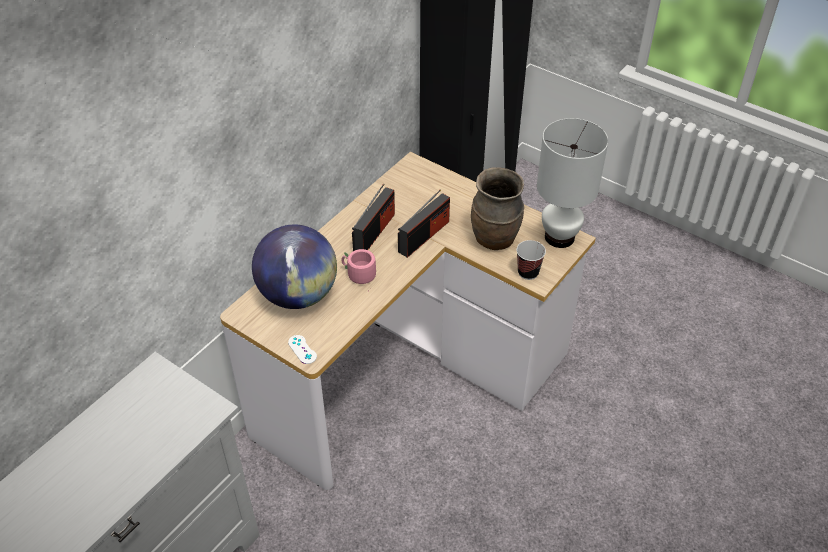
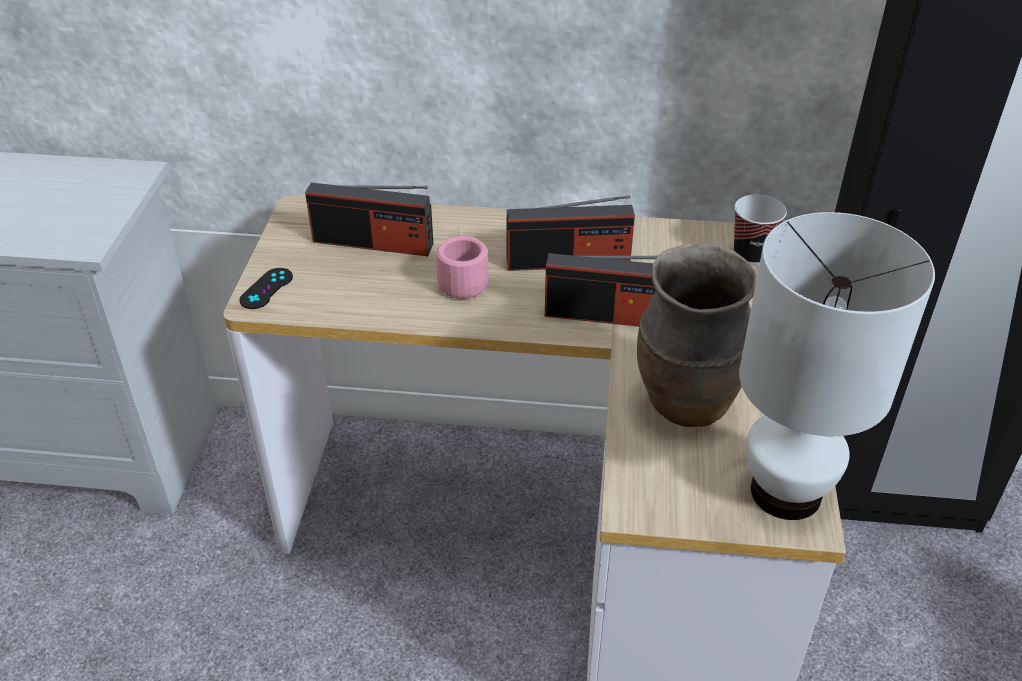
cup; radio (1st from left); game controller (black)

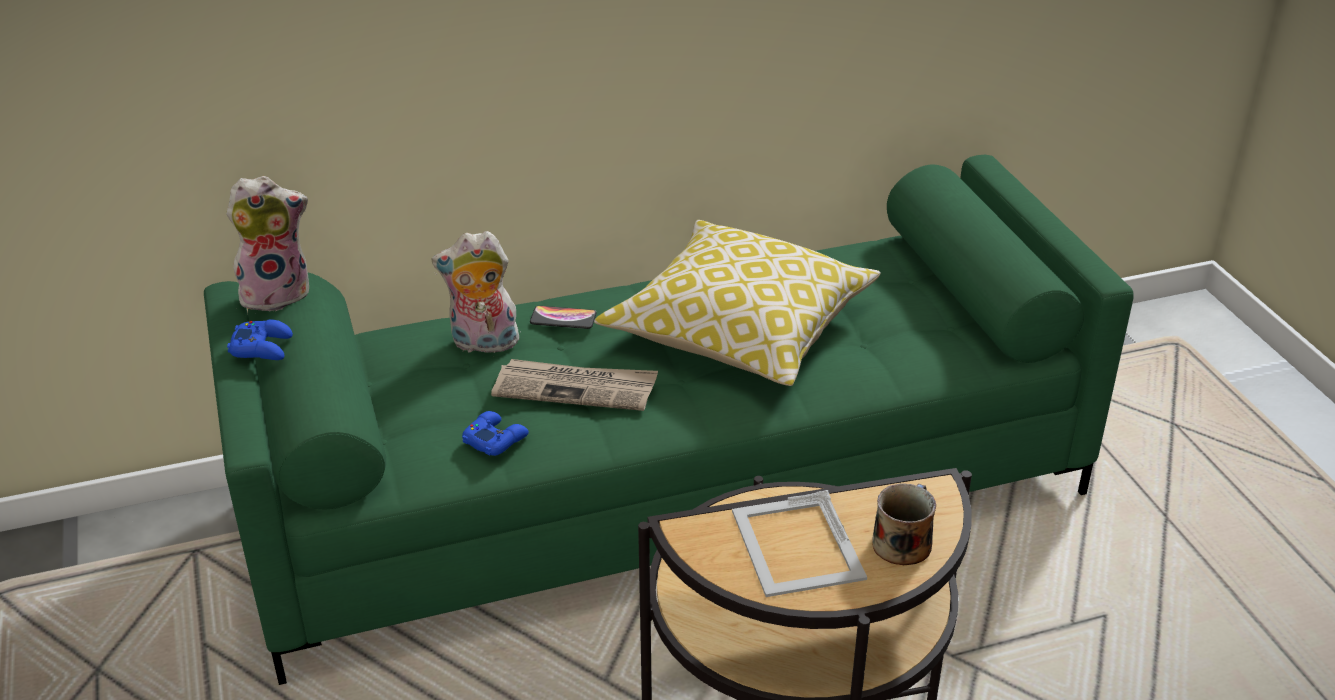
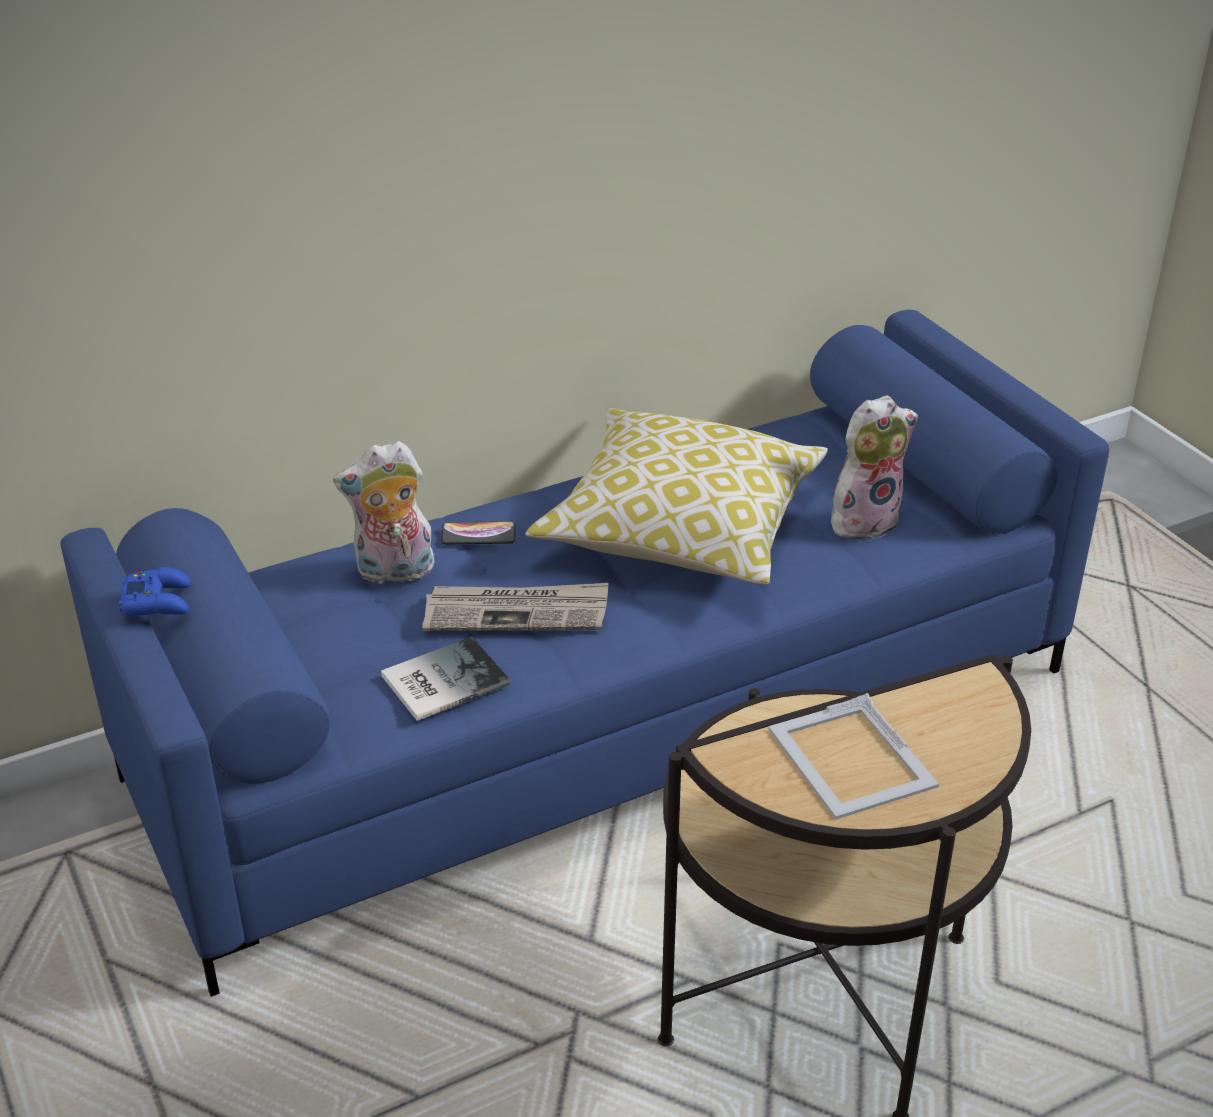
mug; plush toy (2nd from left); book; sofa (blue)

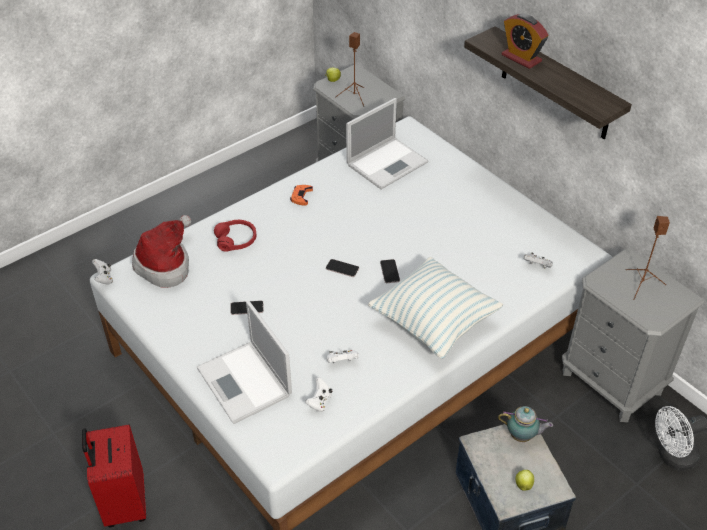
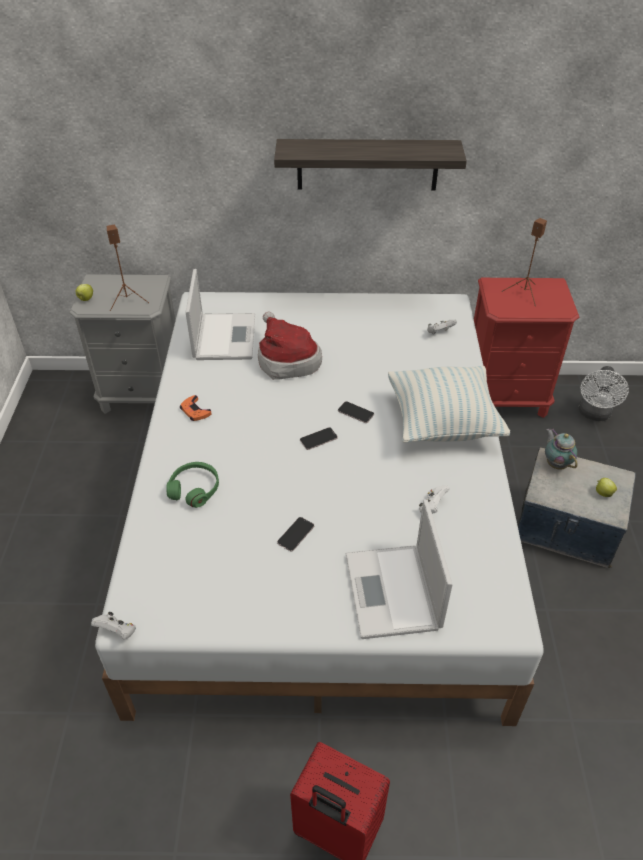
game controller (white) (2nd from left in the first image); alarm clock; hat; headphones (green); nightstand (red); laptop (2nd from left); teapot

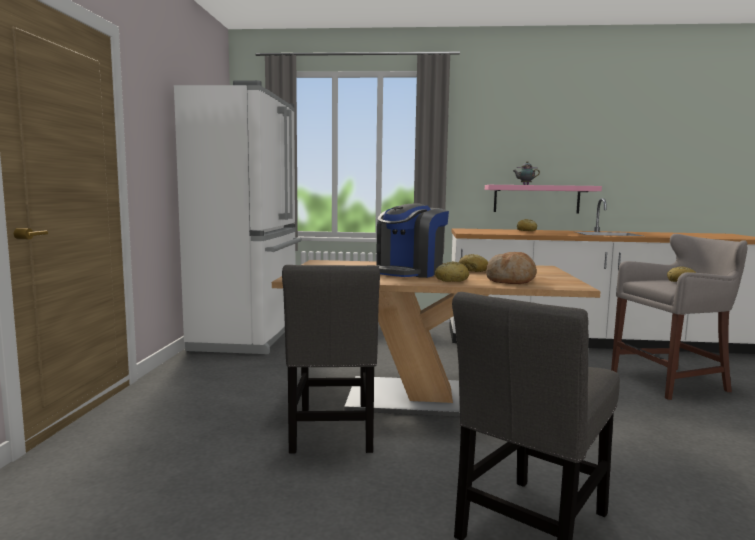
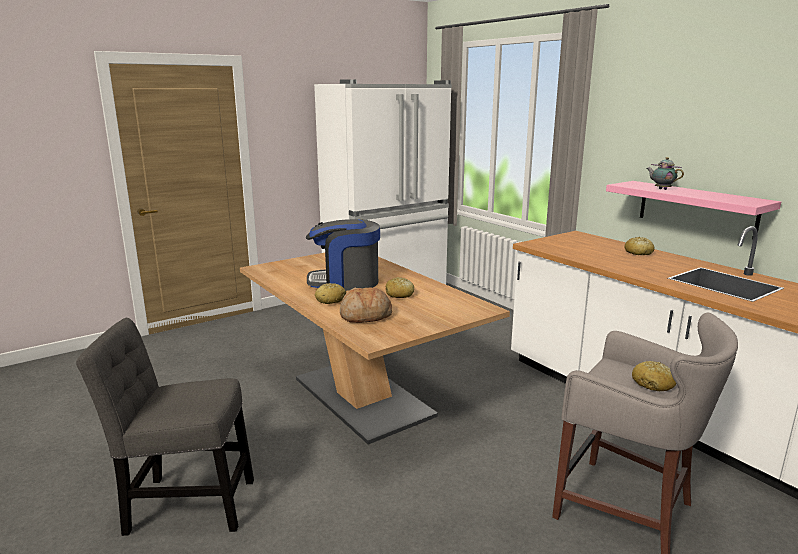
chair (grey) (1st from left in the first image)

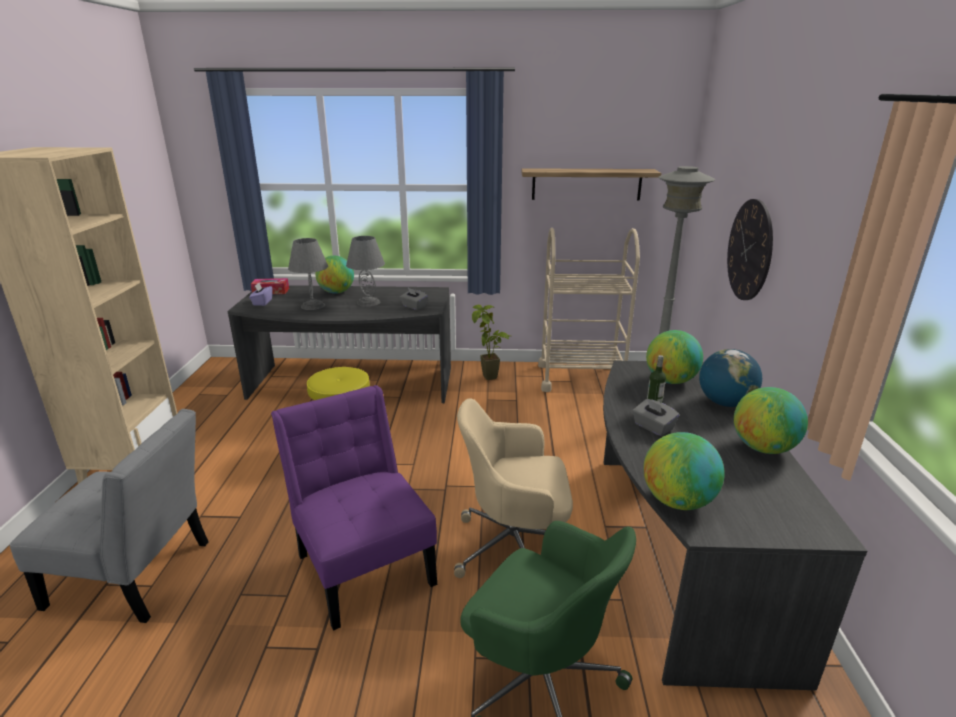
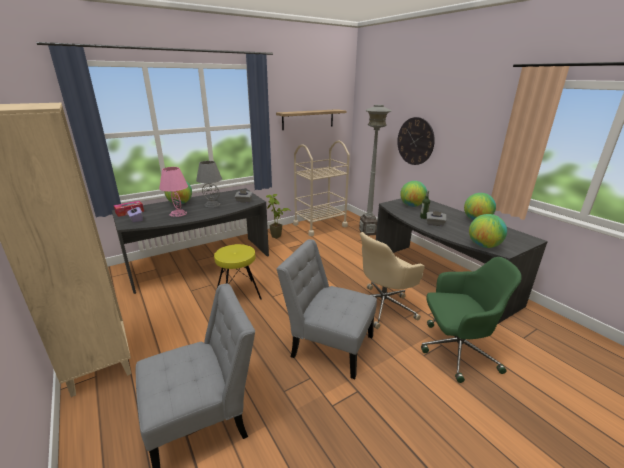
globe (4th from left in the first image); chair (grey) (2nd from left); table lamp (pink)

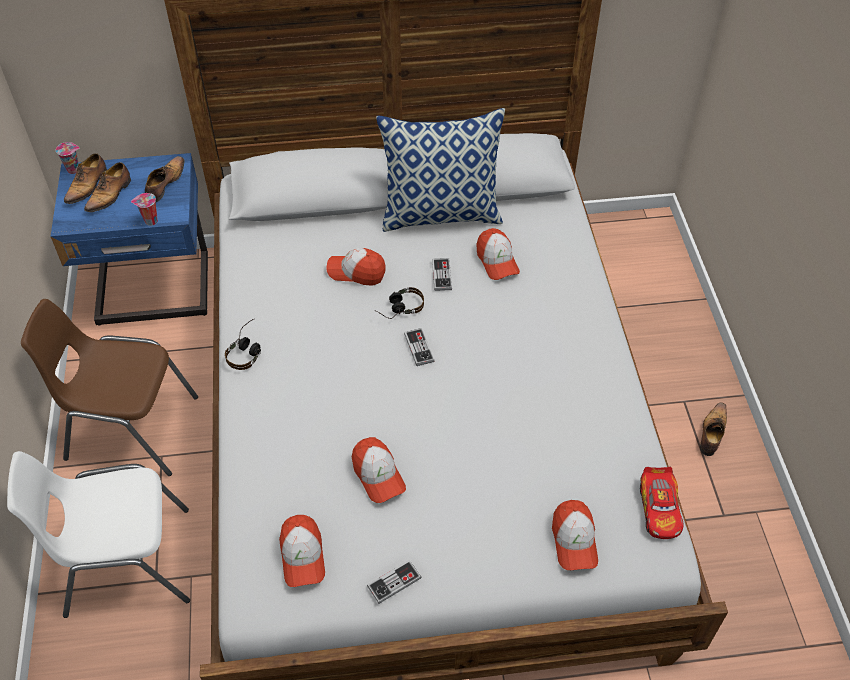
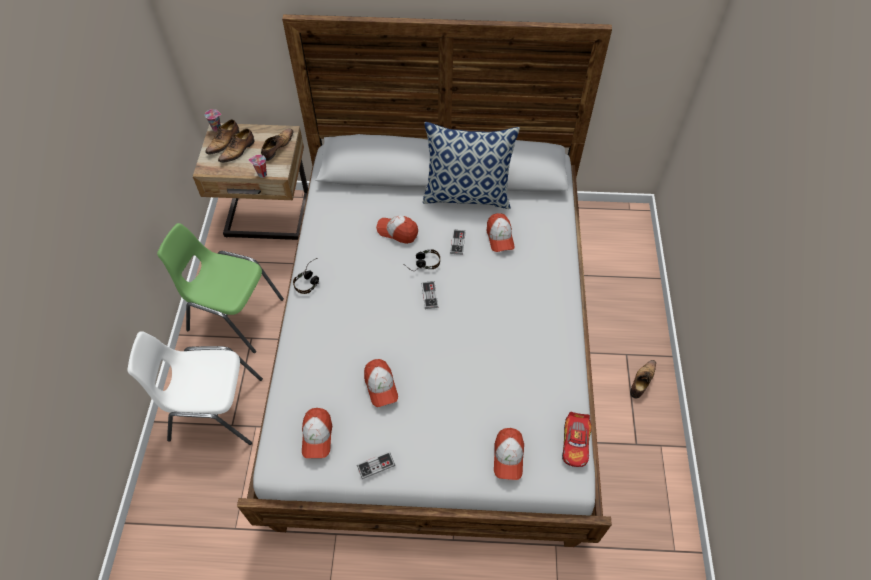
chair (green); nightstand (beige)

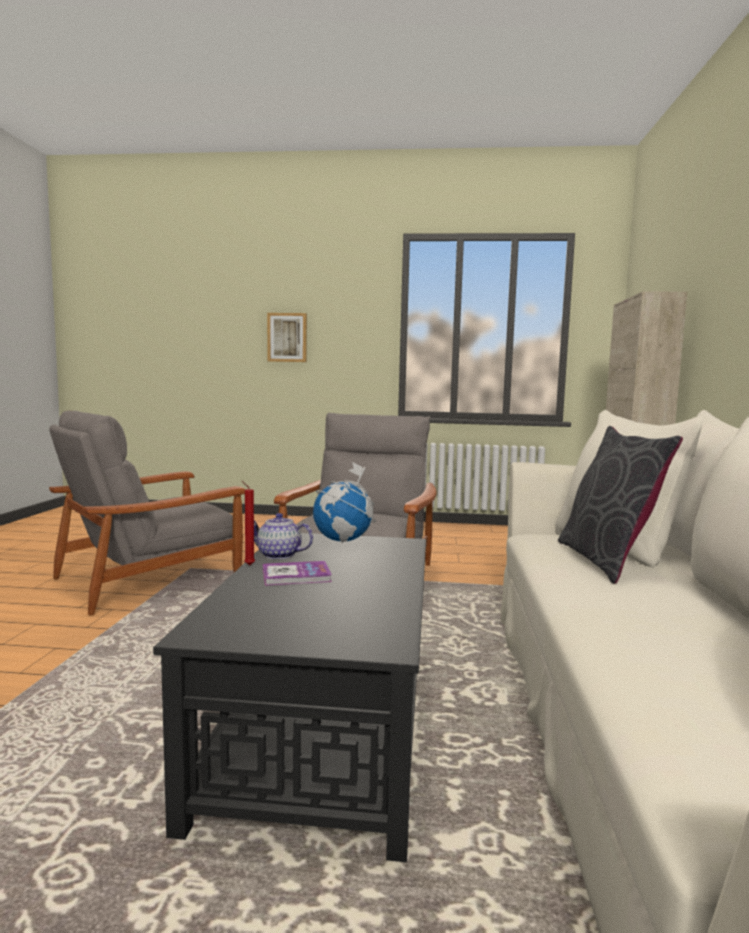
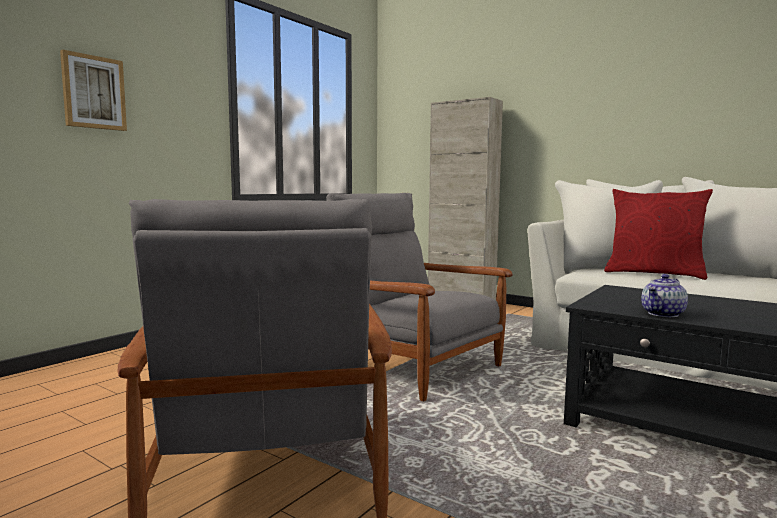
candle (red); book; globe; pillow (red)

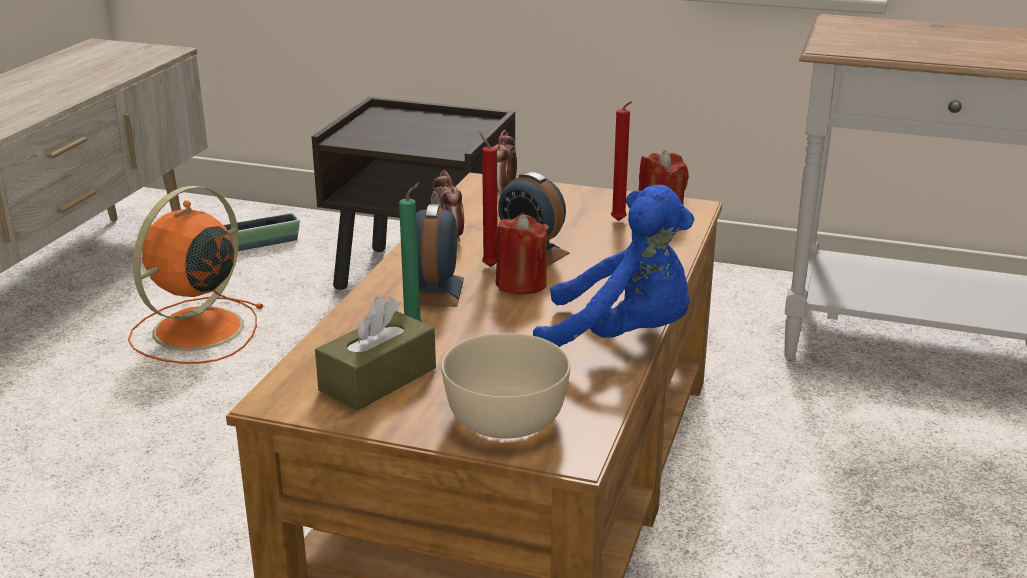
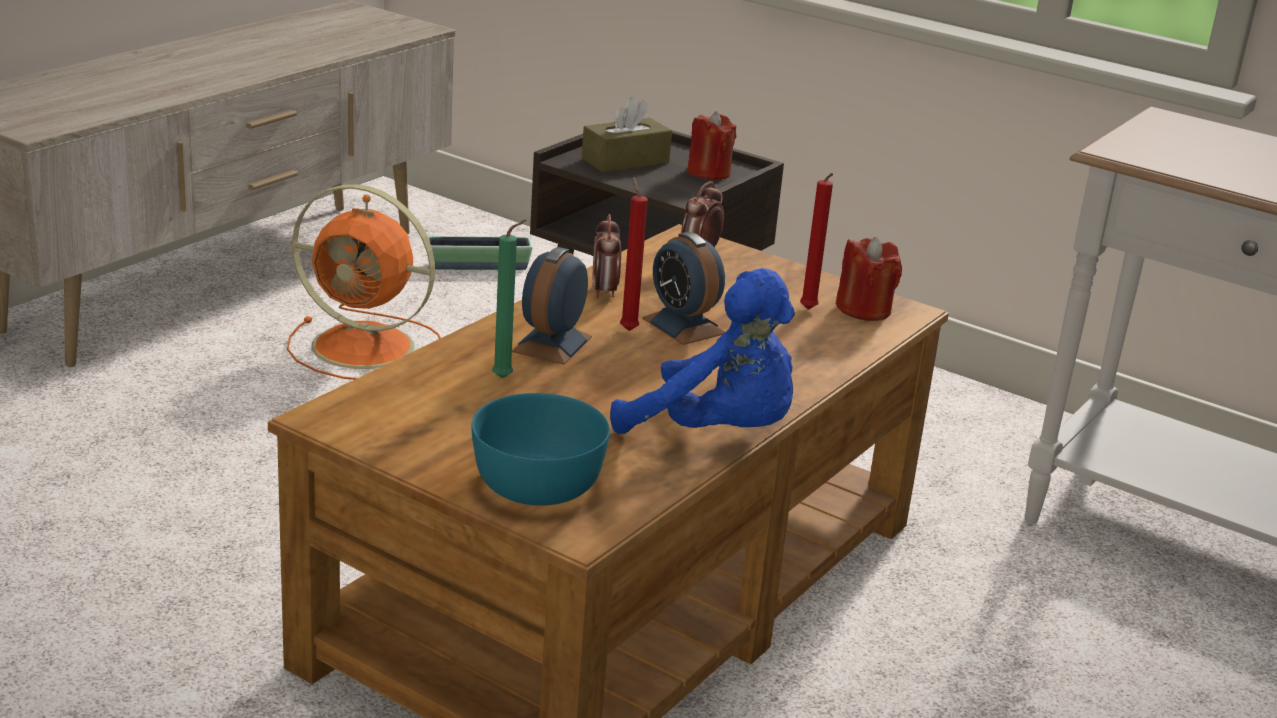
tissue box (brown); candle (red) (2nd from left); bowl (turquoise); fan (orange)

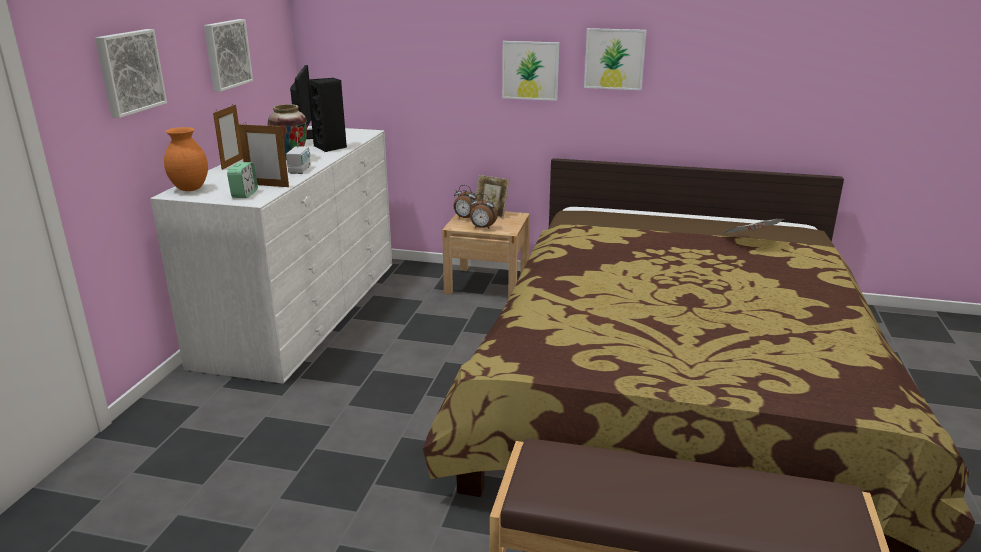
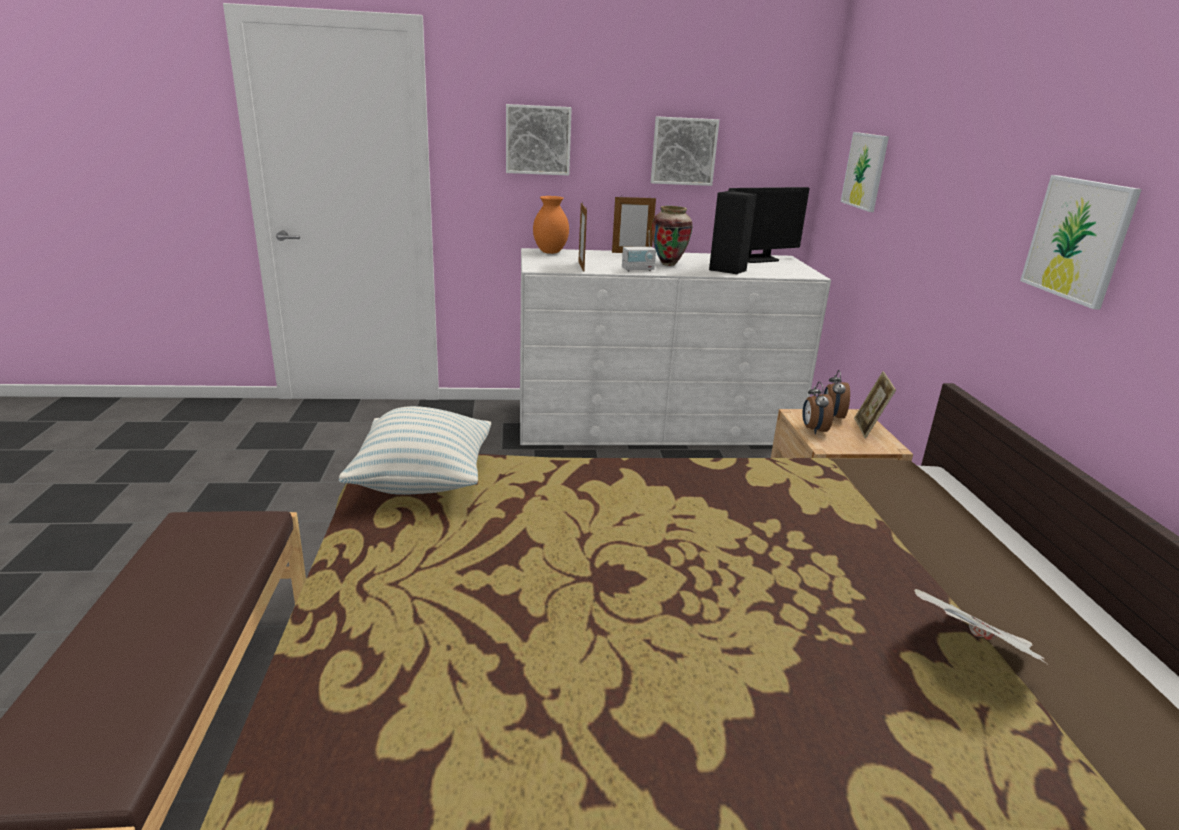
alarm clock (1st from left in the first image); pillow; picture (3rd from left)

